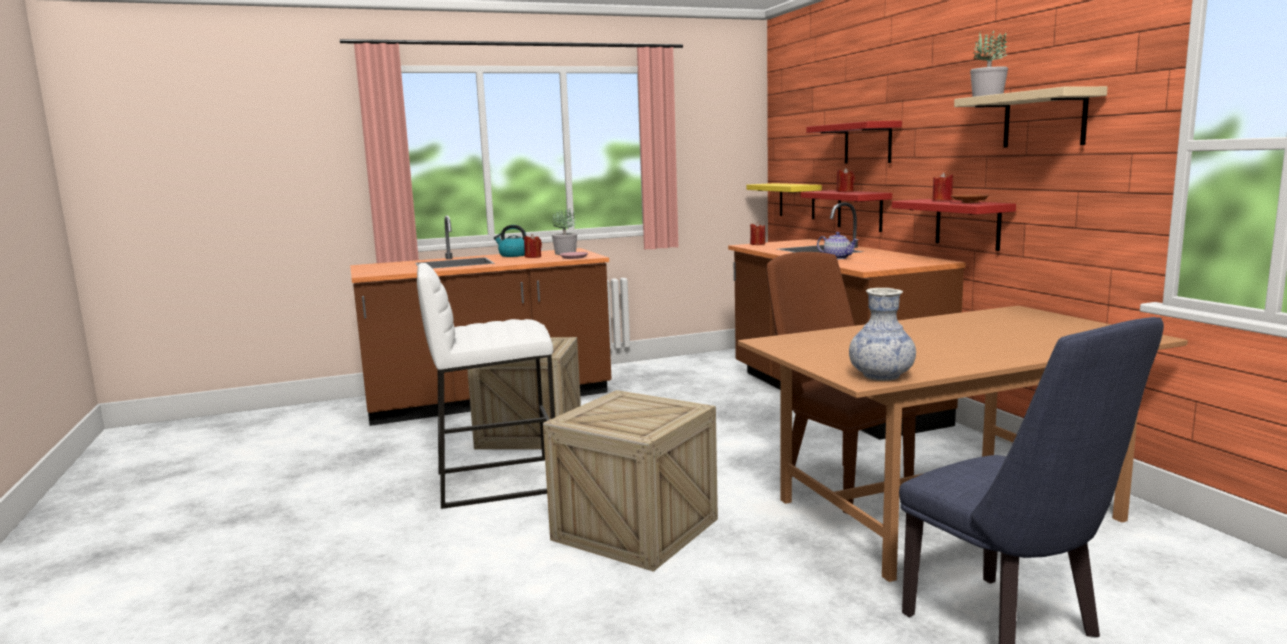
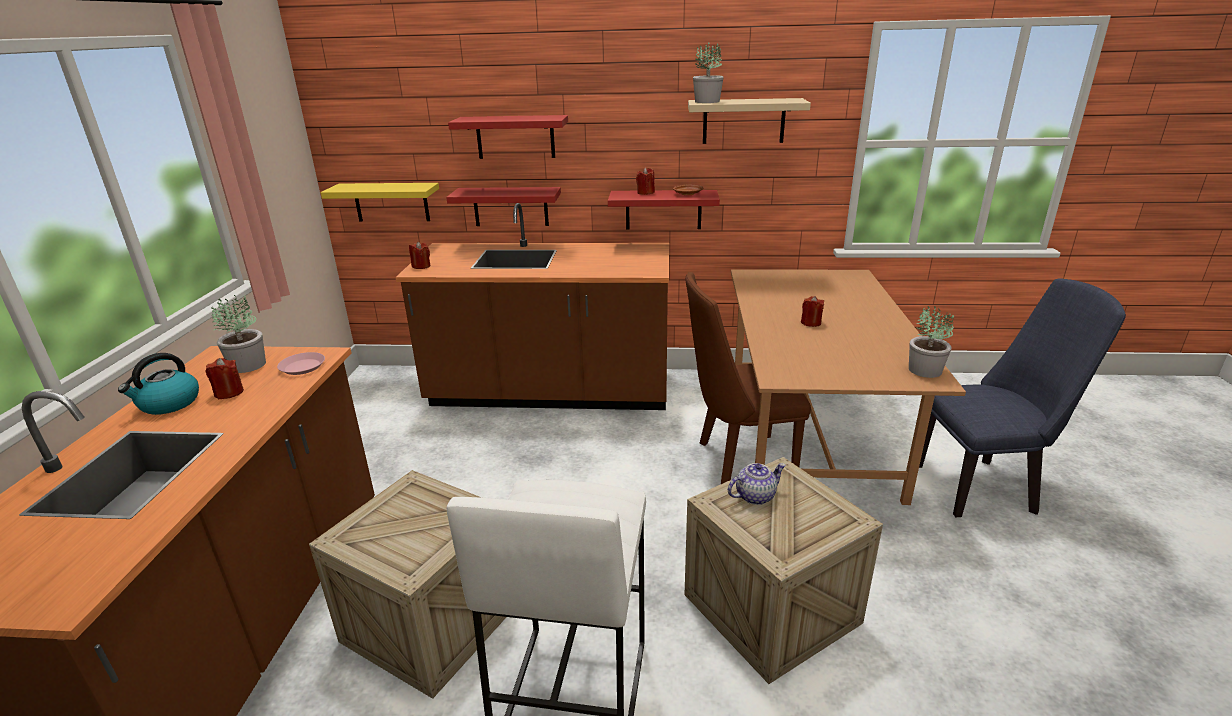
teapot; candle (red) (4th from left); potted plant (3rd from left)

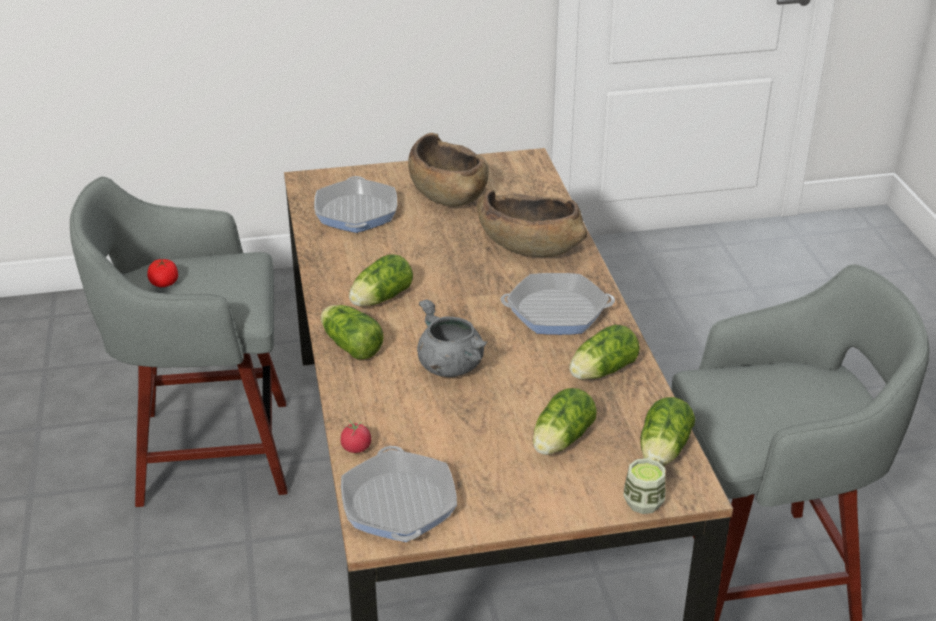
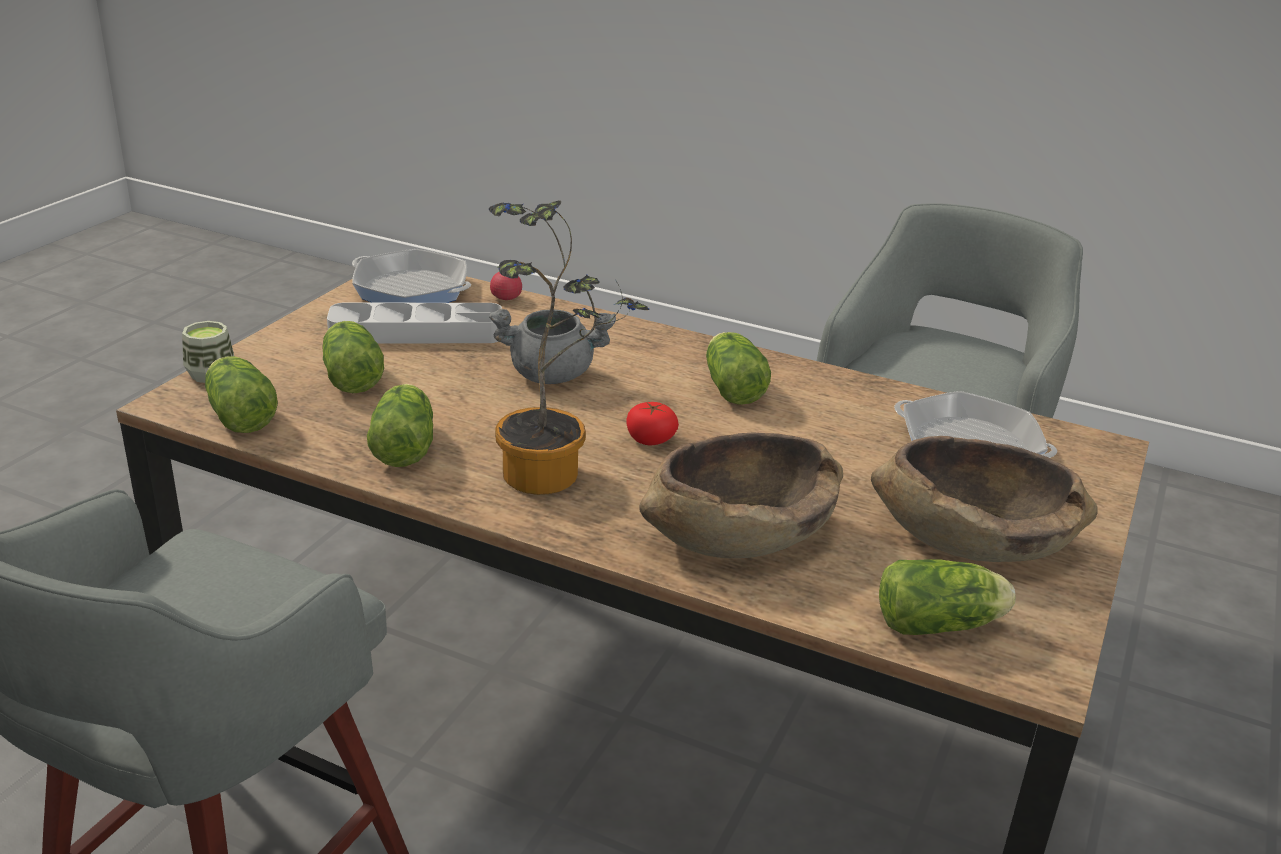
tray (grey); tomato (2nd from left); lettuce (5th from left); potted plant

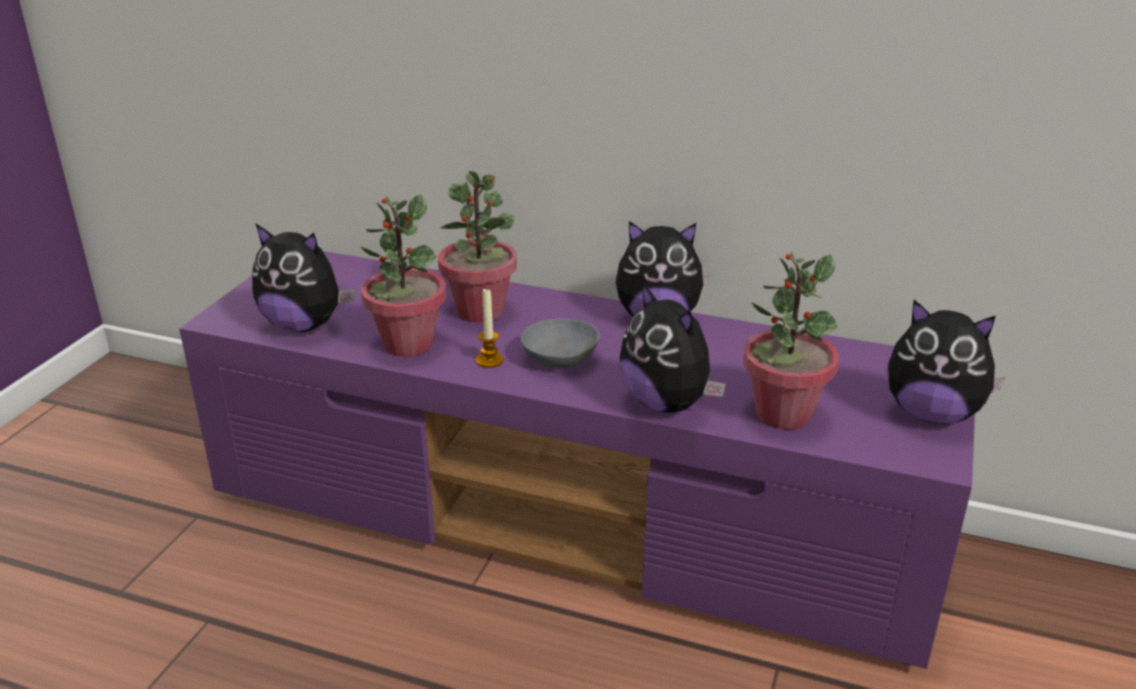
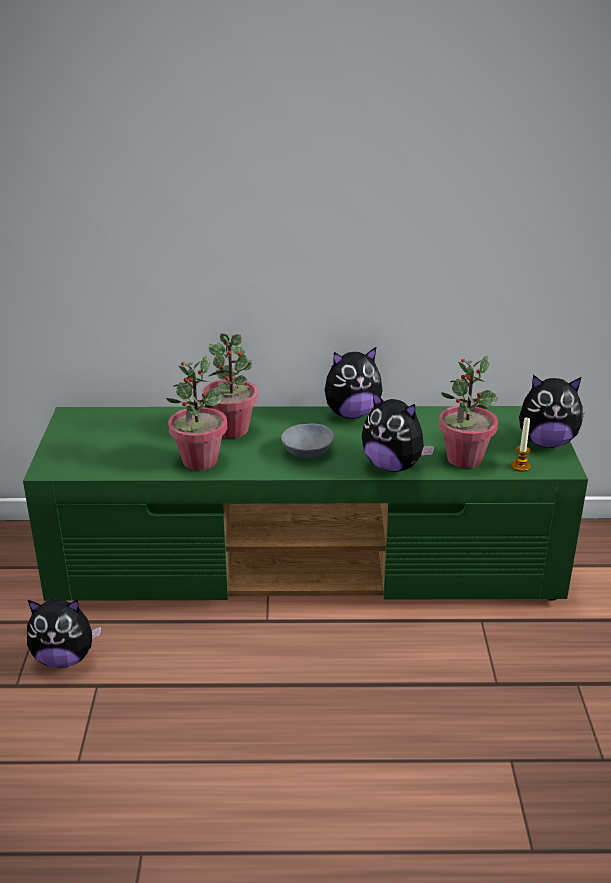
plush toy (1st from left); candle; tv stand (green)

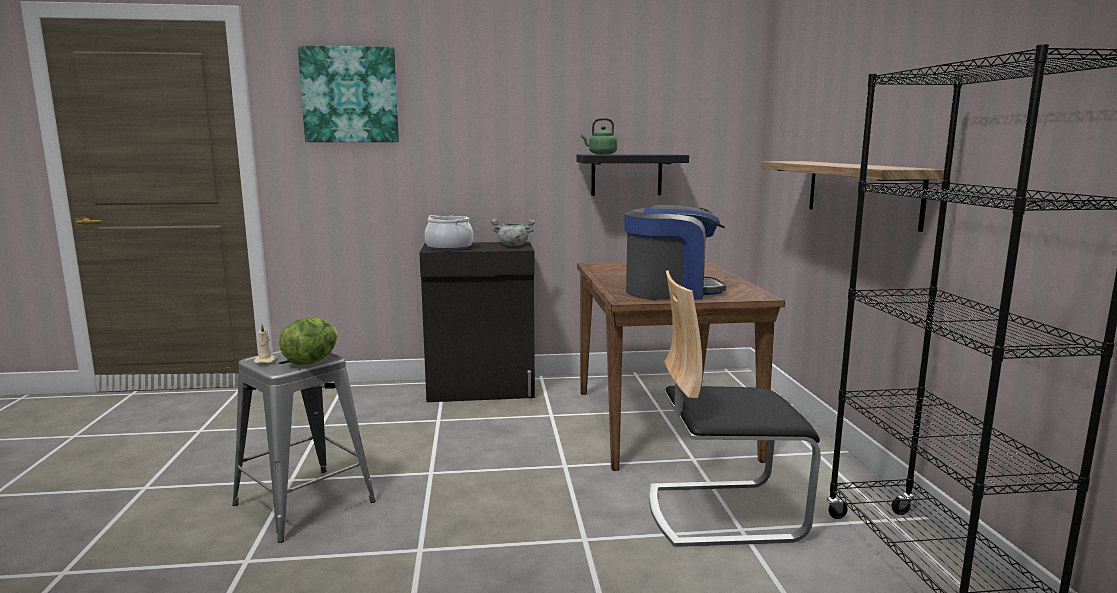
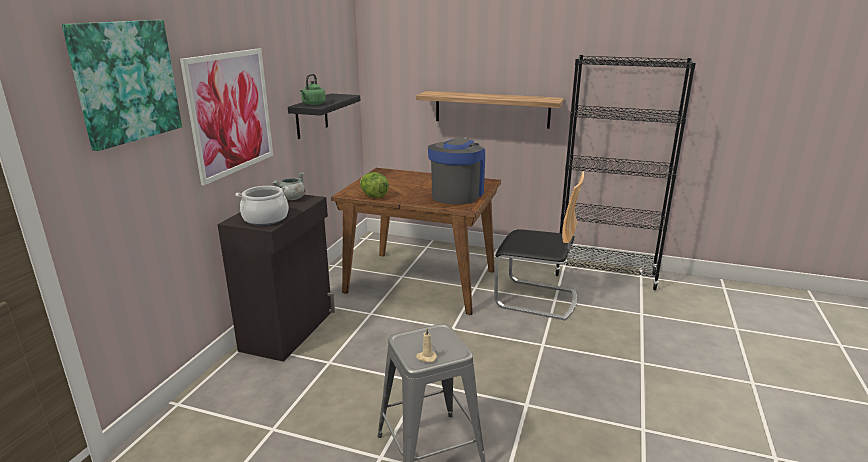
picture (2nd from left); lettuce; chair

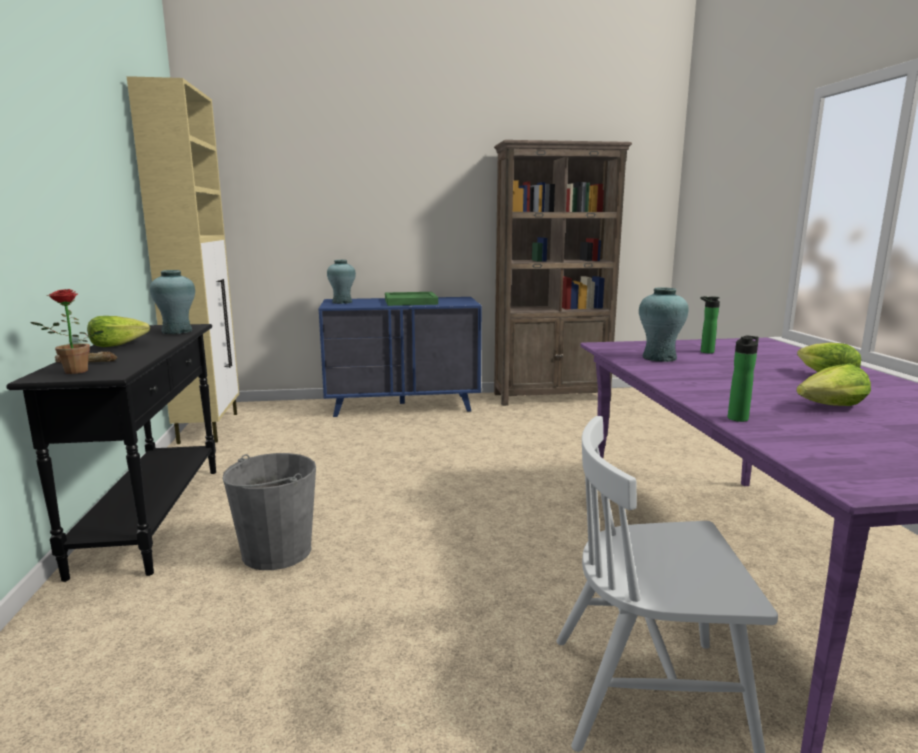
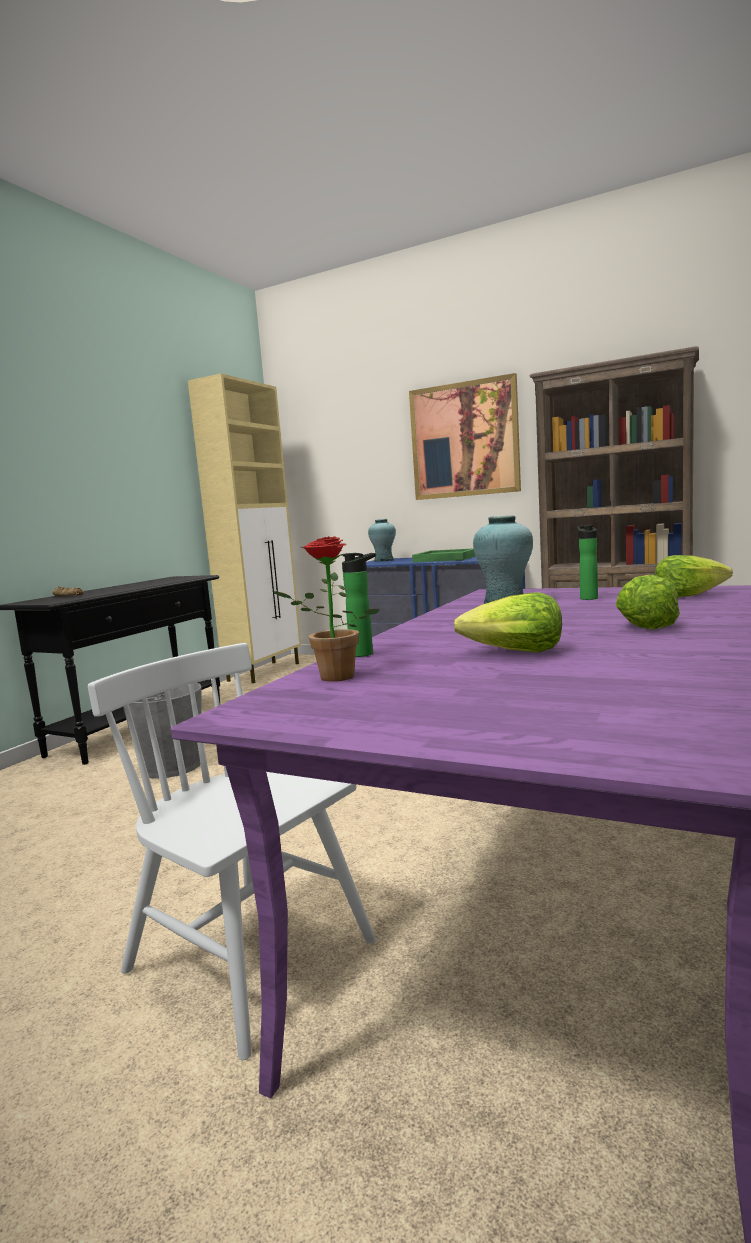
vase (turquoise) (1st from left in the first image); picture; potted plant; lettuce (3rd from left)

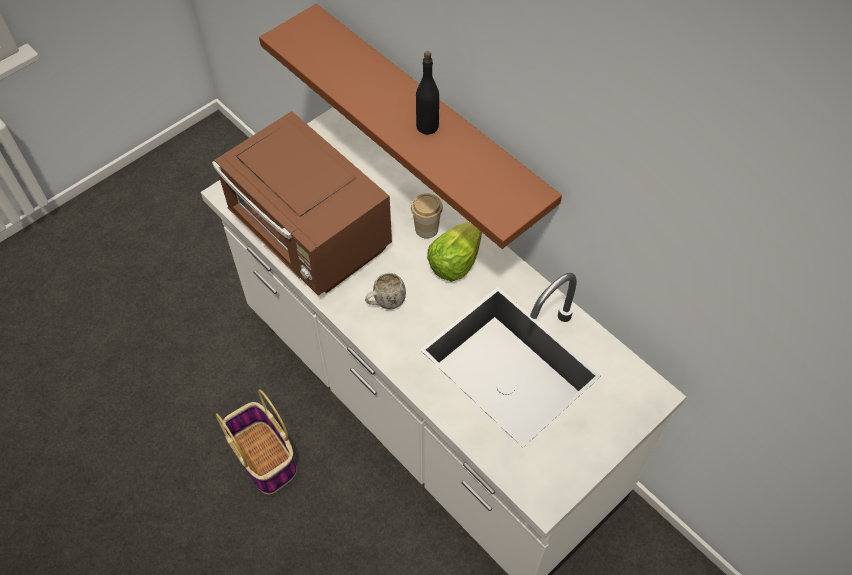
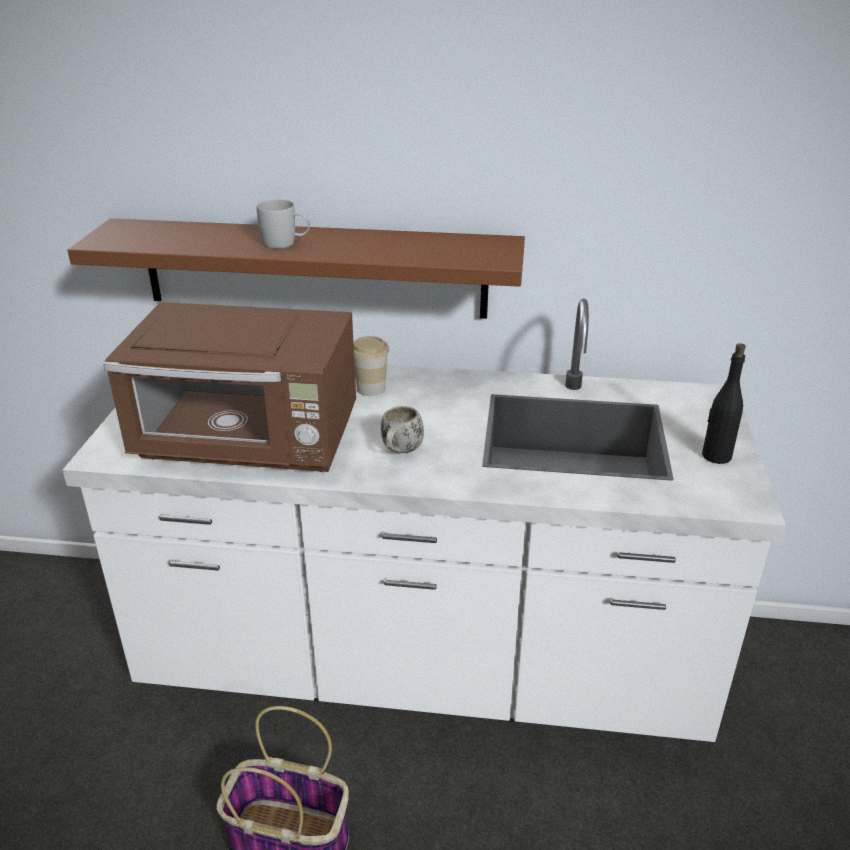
lettuce; mug (white) (1st from left); bottle (black)

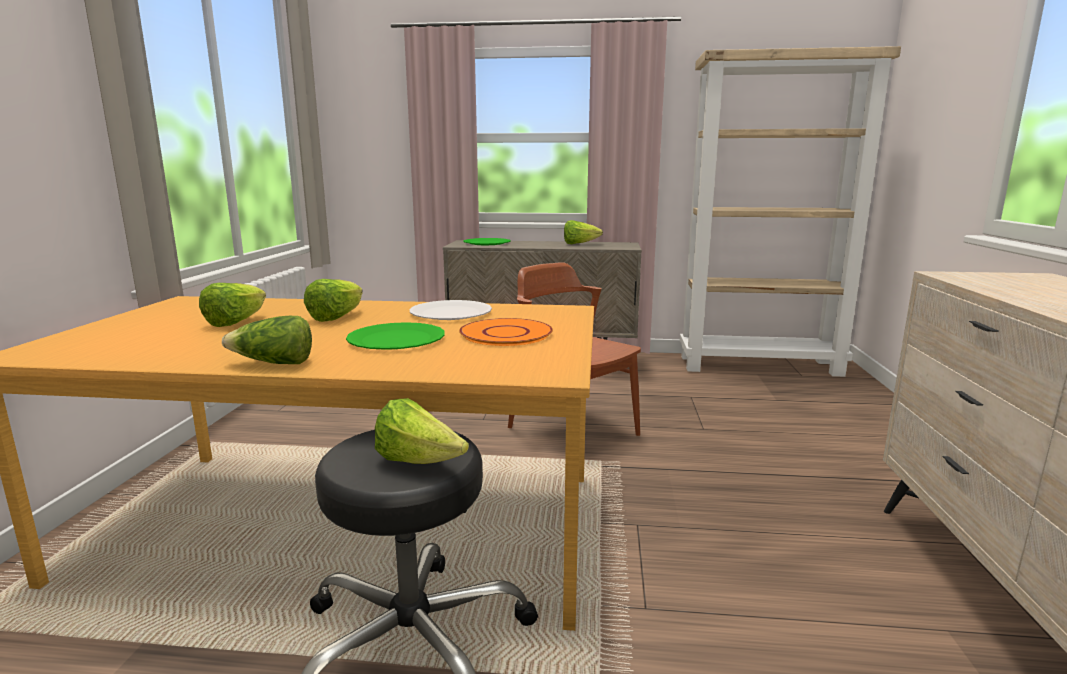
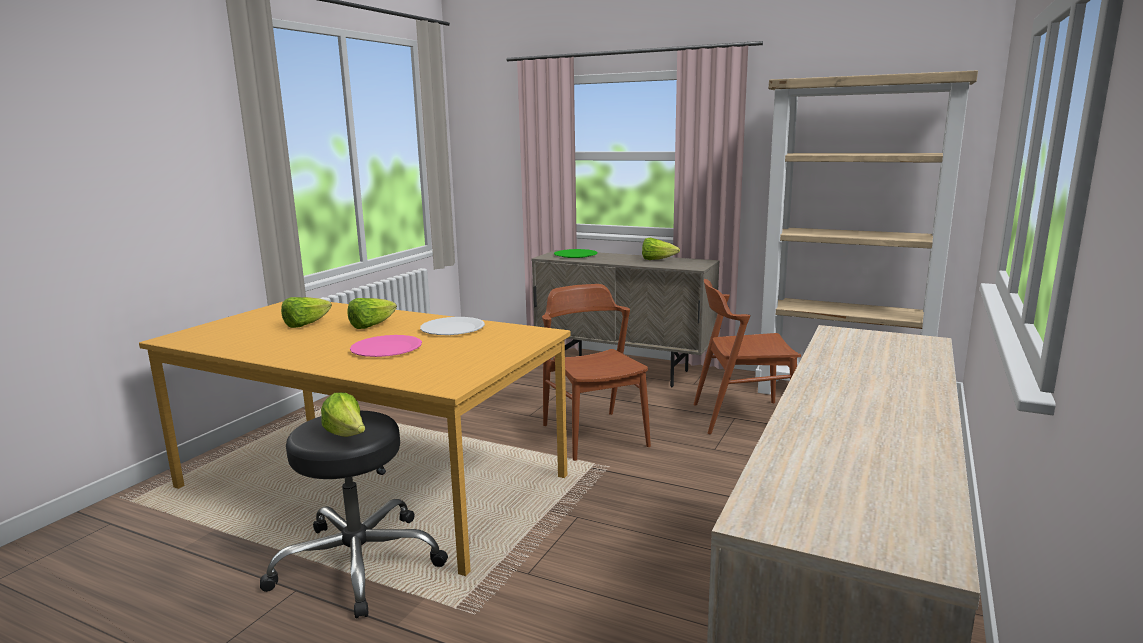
lettuce (2nd from left in the first image); plate (orange); chair (brown) (2nd from left); plate (pink)

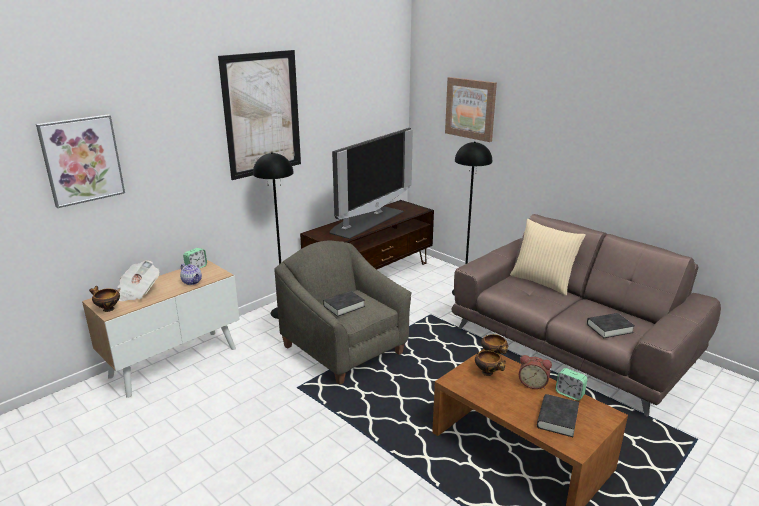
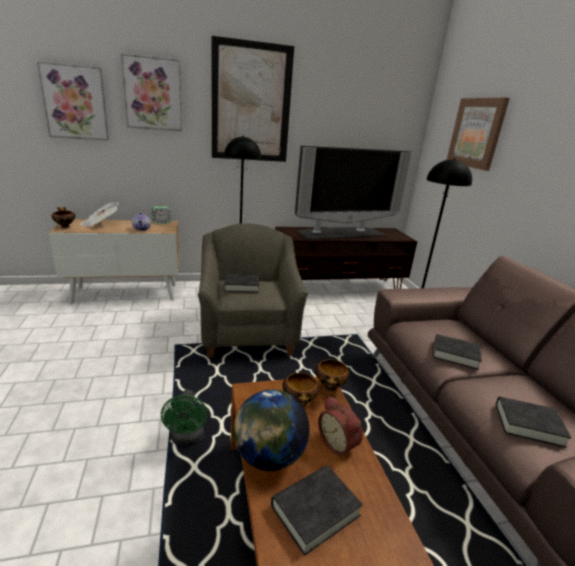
pillow (beige); alarm clock (3rd from left in the first image); picture (2nd from left); fan (green); globe; book (black) (3rd from left)

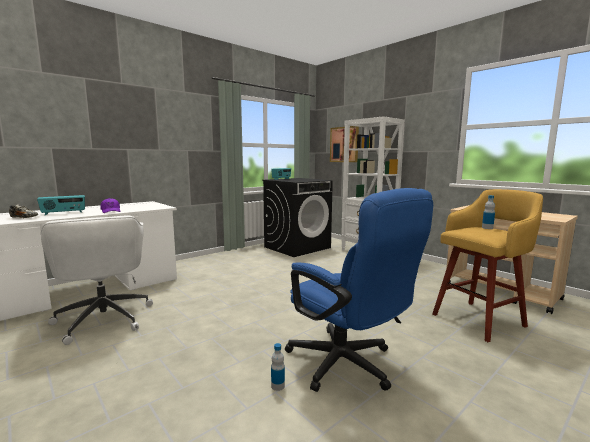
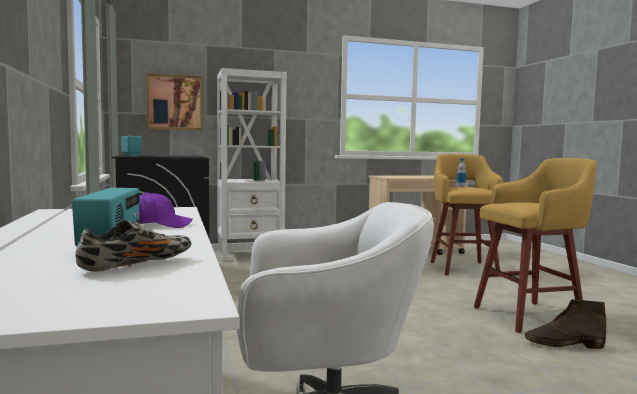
boot (brown); stool (yellow) (2nd from left)

